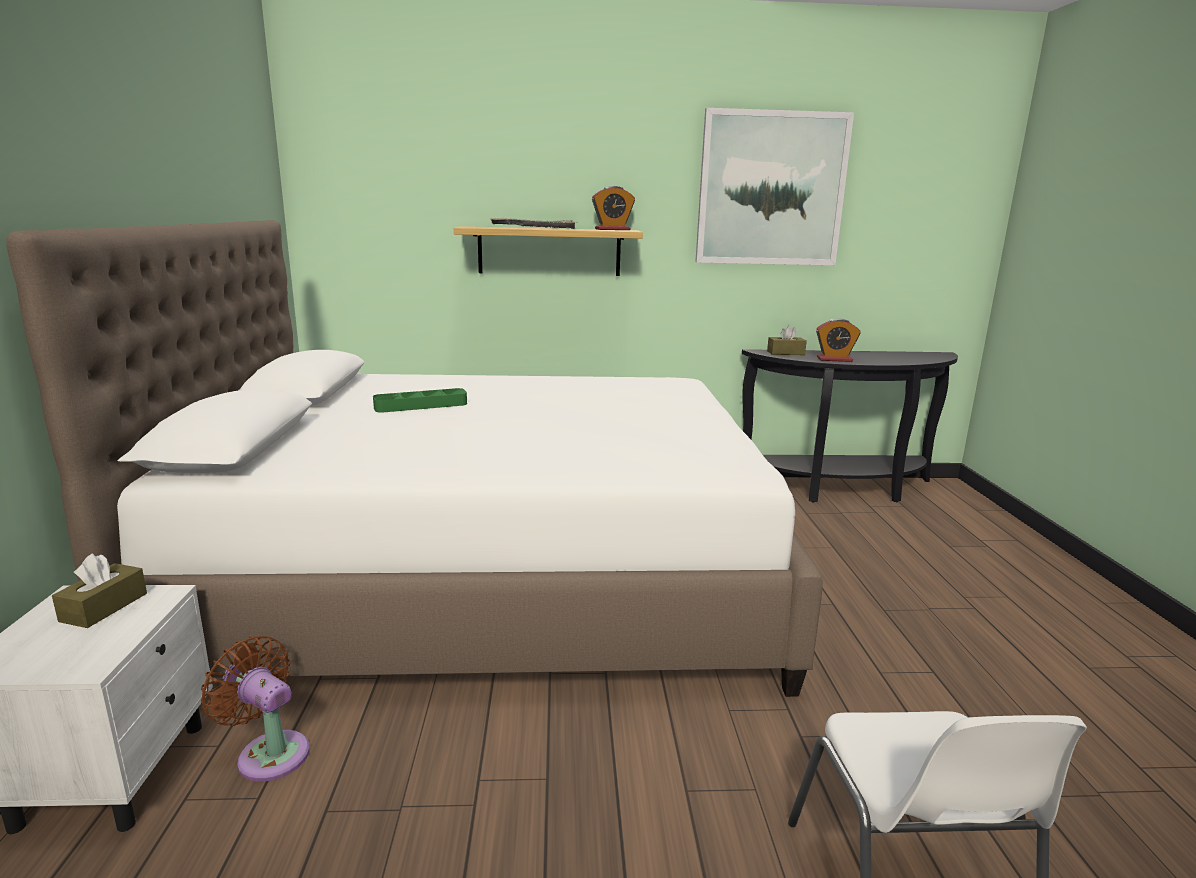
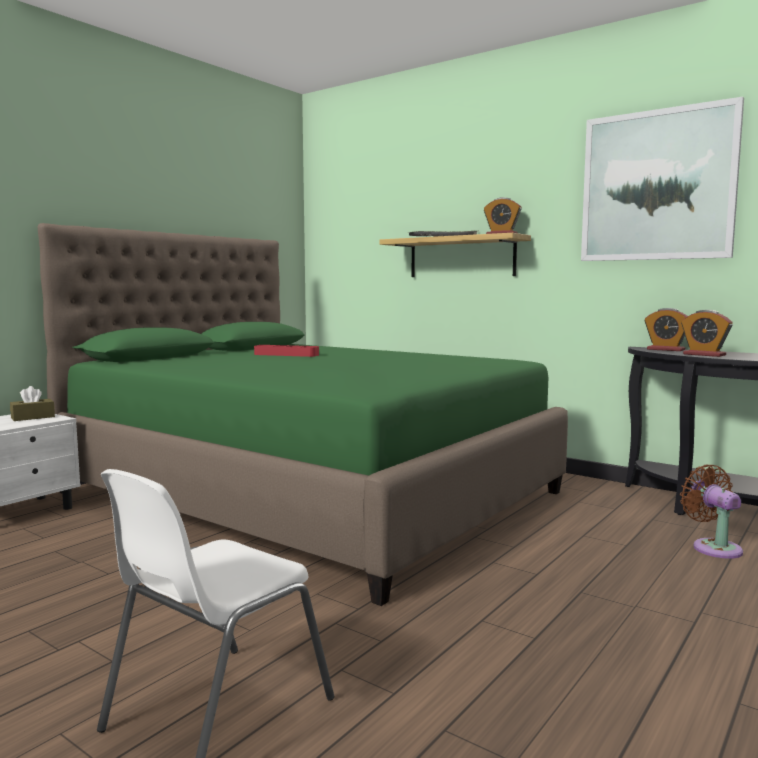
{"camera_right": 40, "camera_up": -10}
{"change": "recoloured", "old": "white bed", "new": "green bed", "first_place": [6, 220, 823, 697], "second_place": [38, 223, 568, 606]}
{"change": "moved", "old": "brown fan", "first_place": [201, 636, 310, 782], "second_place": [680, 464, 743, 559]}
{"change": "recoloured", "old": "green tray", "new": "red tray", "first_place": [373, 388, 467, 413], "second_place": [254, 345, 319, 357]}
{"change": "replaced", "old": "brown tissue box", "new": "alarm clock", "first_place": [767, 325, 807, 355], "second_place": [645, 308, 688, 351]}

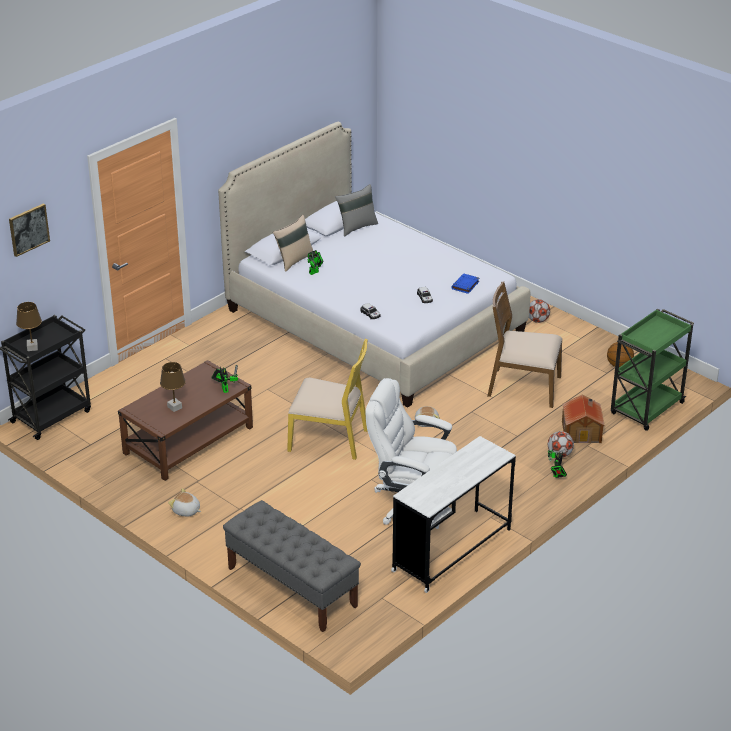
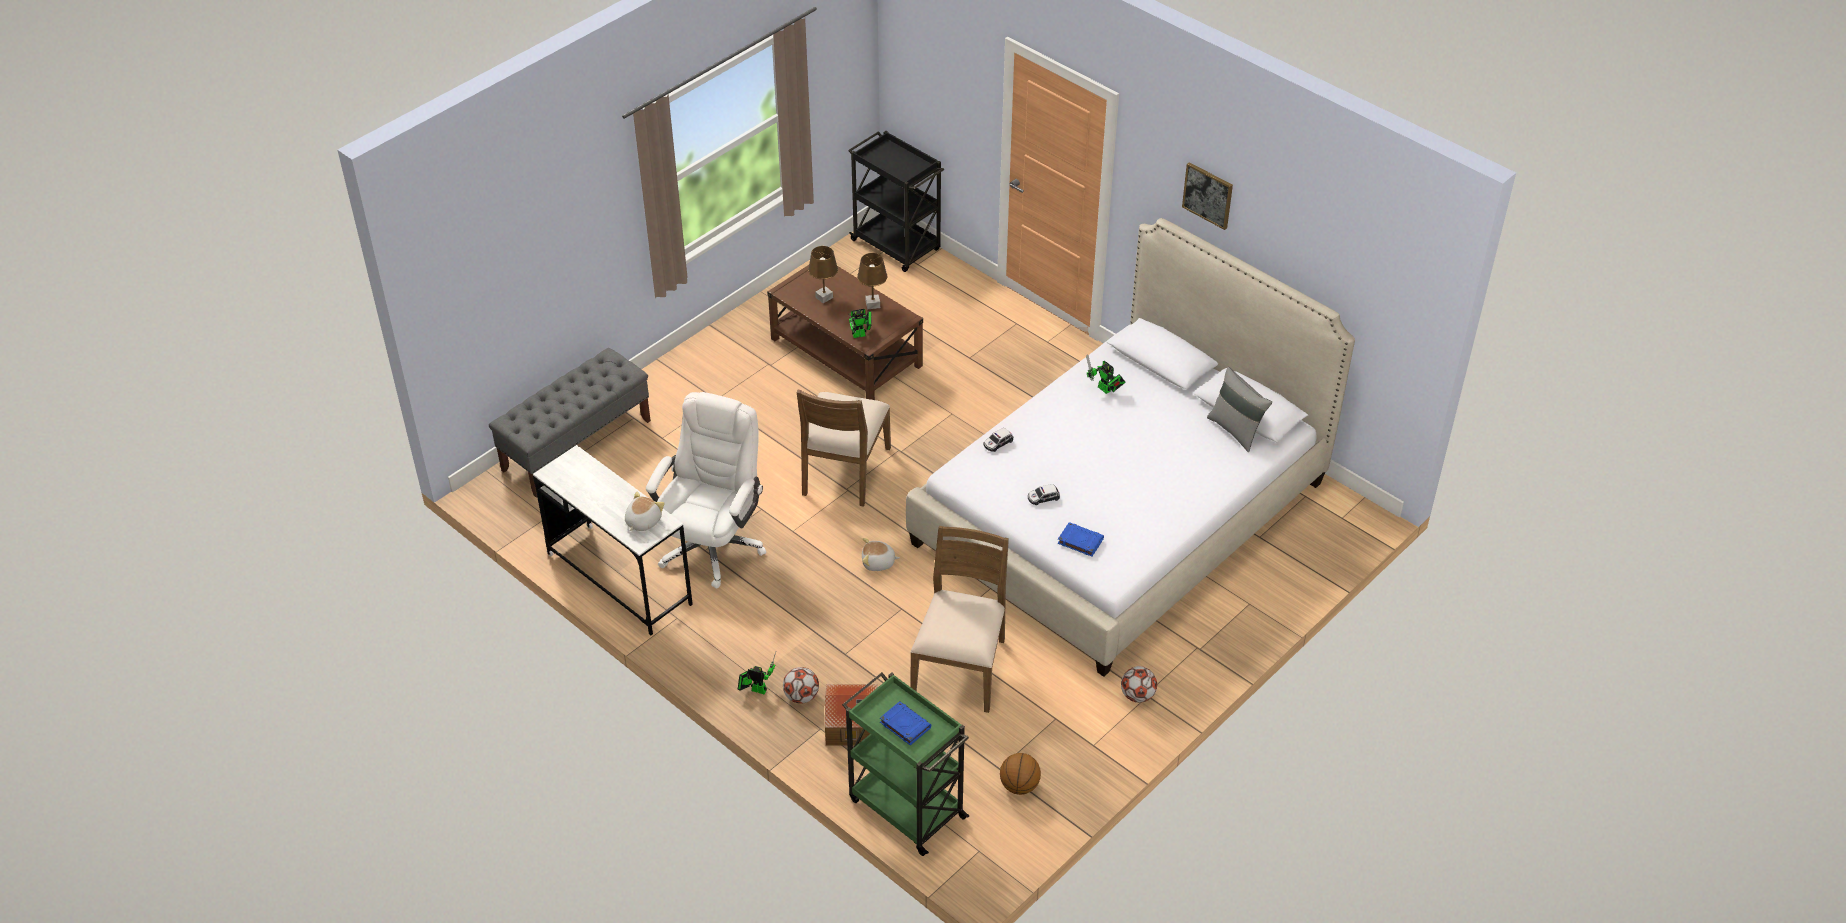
{"camera_right": 90, "camera_up": 10}
{"change": "moved", "old": "picture", "first_place": [9, 203, 50, 257], "second_place": [1182, 162, 1233, 230]}
{"change": "moved", "old": "brown table lamp", "first_place": [16, 302, 42, 351], "second_place": [857, 253, 887, 309]}
{"change": "moved", "old": "plush toy", "first_place": [168, 488, 201, 516], "second_place": [625, 492, 665, 531]}
{"change": "removed", "old": "beige pillow", "first_place": [273, 215, 313, 272]}
{"change": "recoloured", "old": "yellow chair", "new": "brown chair", "first_place": [287, 339, 368, 460], "second_place": [797, 390, 891, 507]}
{"change": "added", "new": "blue book", "second_place": [880, 701, 931, 746]}

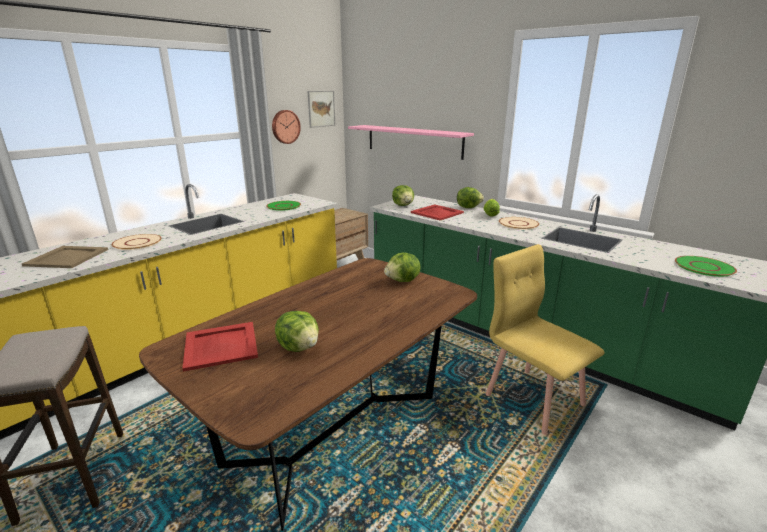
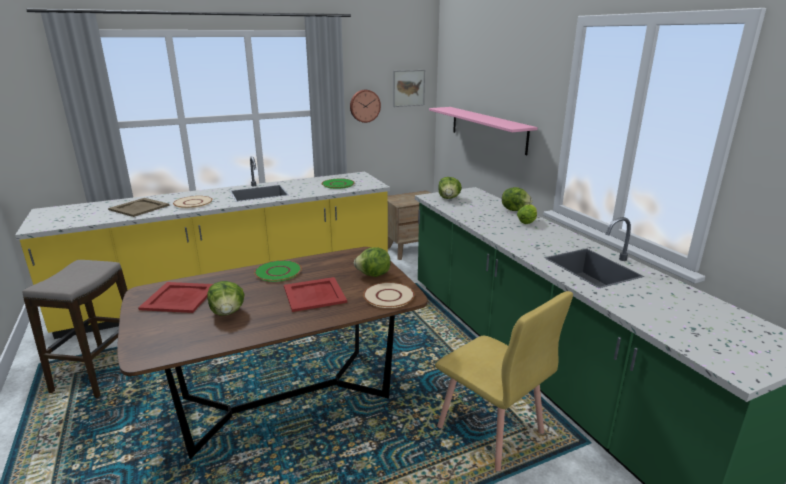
{"camera_right": 25, "camera_up": 0}
{"change": "moved", "old": "red tray", "first_place": [411, 204, 464, 220], "second_place": [284, 277, 347, 312]}
{"change": "turned", "old": "yellow chair", "first_place": [486, 244, 605, 435], "second_place": [435, 291, 573, 472], "degrees": 150}
{"change": "moved", "old": "beige plate", "first_place": [499, 217, 539, 230], "second_place": [363, 282, 415, 308]}
{"change": "moved", "old": "green plate", "first_place": [675, 256, 737, 277], "second_place": [254, 260, 302, 282]}

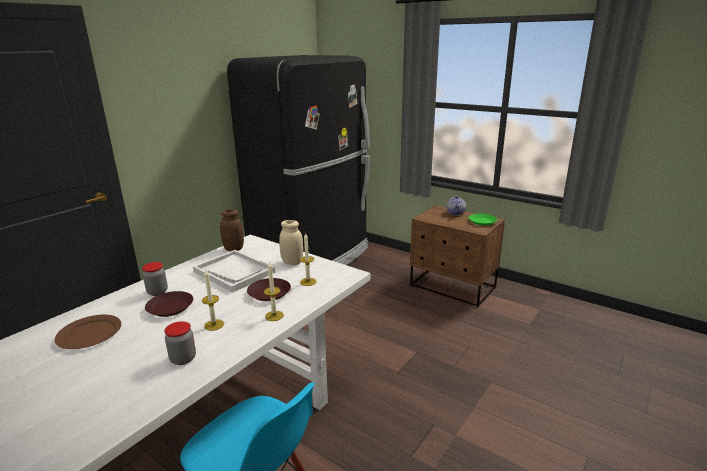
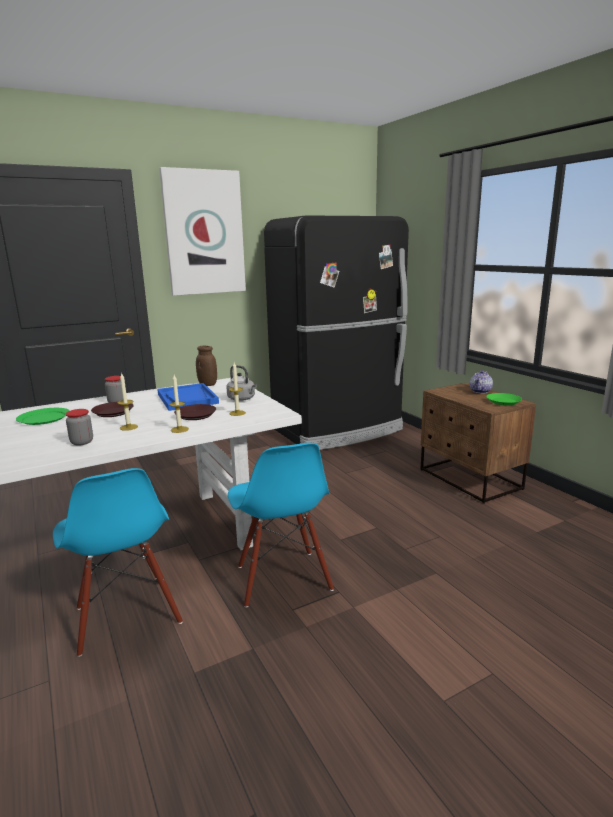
{"camera_right": 25, "camera_up": -5}
{"change": "recoloured", "old": "brown plate", "new": "green plate", "first_place": [55, 315, 121, 349], "second_place": [16, 408, 70, 425]}
{"change": "recoloured", "old": "white tray", "new": "blue tray", "first_place": [193, 250, 275, 293], "second_place": [157, 383, 219, 411]}
{"change": "replaced", "old": "beige jar", "new": "grey kettle", "first_place": [279, 220, 303, 265], "second_place": [226, 365, 257, 401]}
{"change": "added", "new": "picture", "second_place": [159, 167, 246, 296]}
{"change": "added", "new": "blue chair", "second_place": [228, 443, 334, 608]}

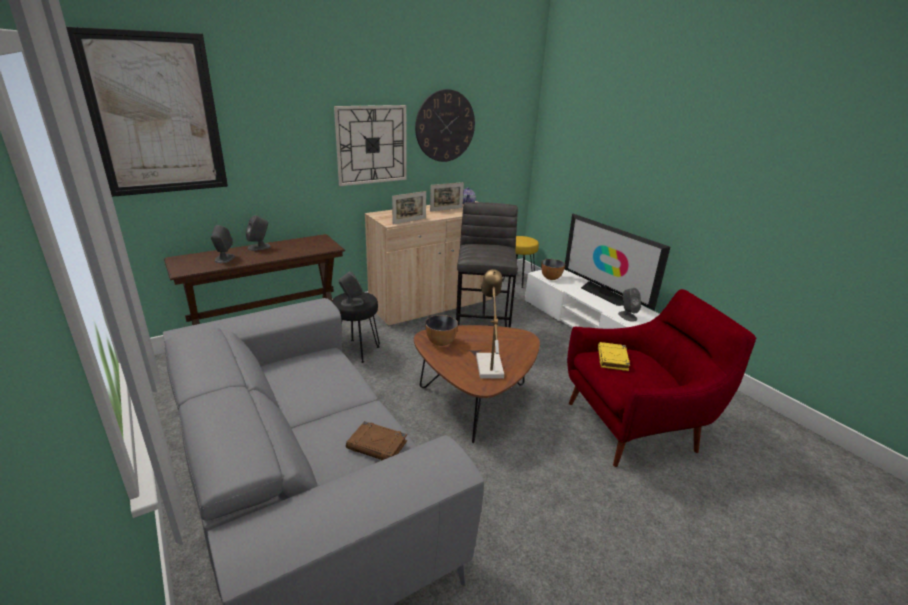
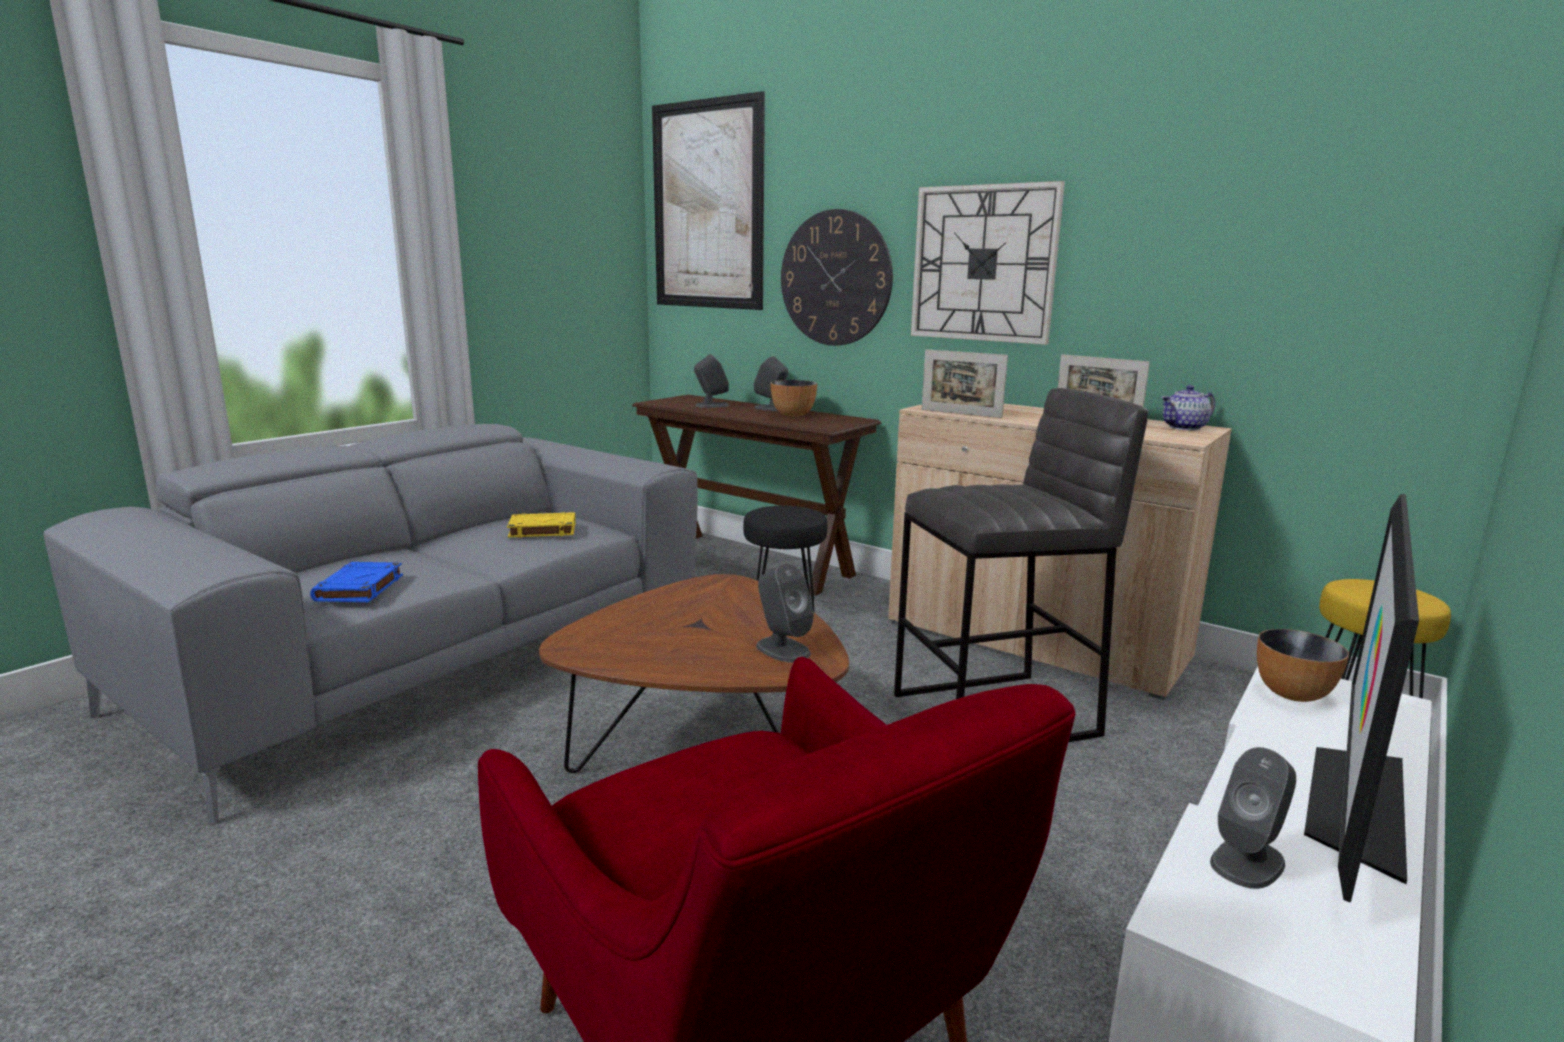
{"camera_right": 70, "camera_up": -10}
{"change": "moved", "old": "grey speaker", "first_place": [339, 271, 364, 307], "second_place": [756, 563, 814, 662]}
{"change": "recoloured", "old": "brown book", "new": "blue book", "first_place": [346, 421, 407, 461], "second_place": [310, 562, 403, 602]}
{"change": "moved", "old": "wall clock", "first_place": [415, 89, 475, 162], "second_place": [781, 209, 893, 346]}
{"change": "moved", "old": "bowl", "first_place": [425, 315, 458, 346], "second_place": [771, 380, 817, 417]}
{"change": "removed", "old": "table lamp", "first_place": [476, 269, 504, 378]}
{"change": "moved", "old": "yellow book", "first_place": [598, 342, 630, 371], "second_place": [507, 512, 576, 538]}

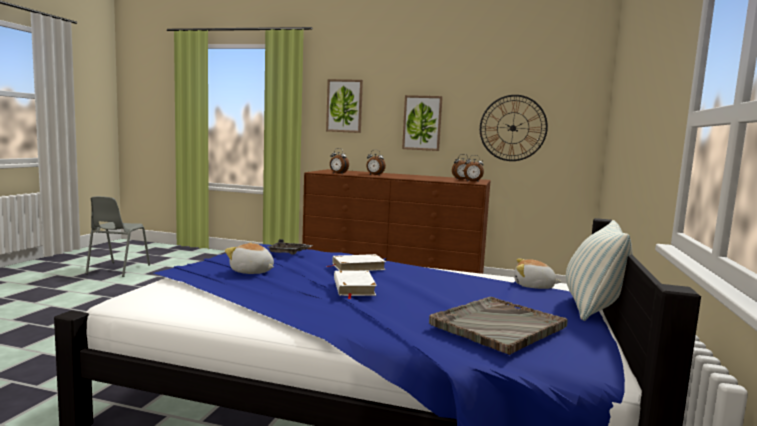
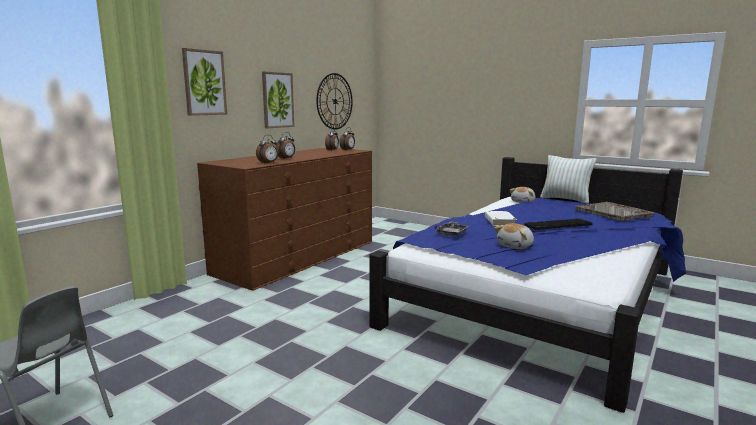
{"camera_right": -70, "camera_up": 5}
{"change": "replaced", "old": "white book", "new": "keyboard", "first_place": [334, 271, 377, 299], "second_place": [524, 219, 593, 230]}

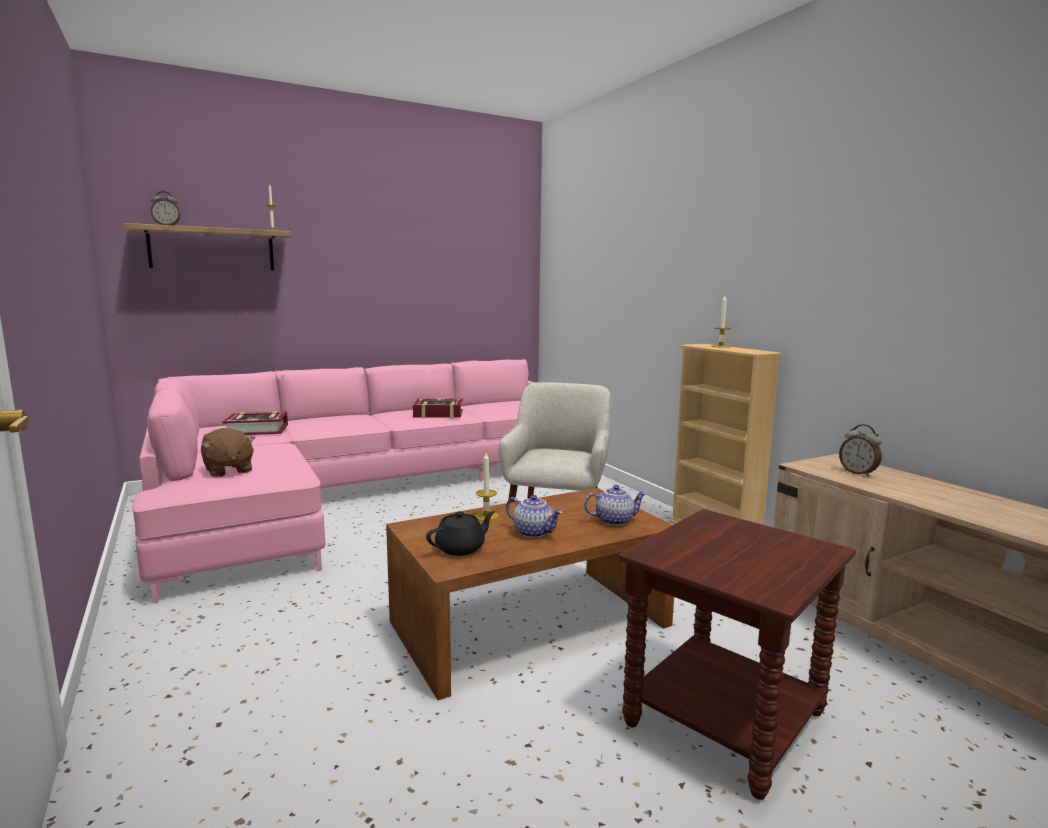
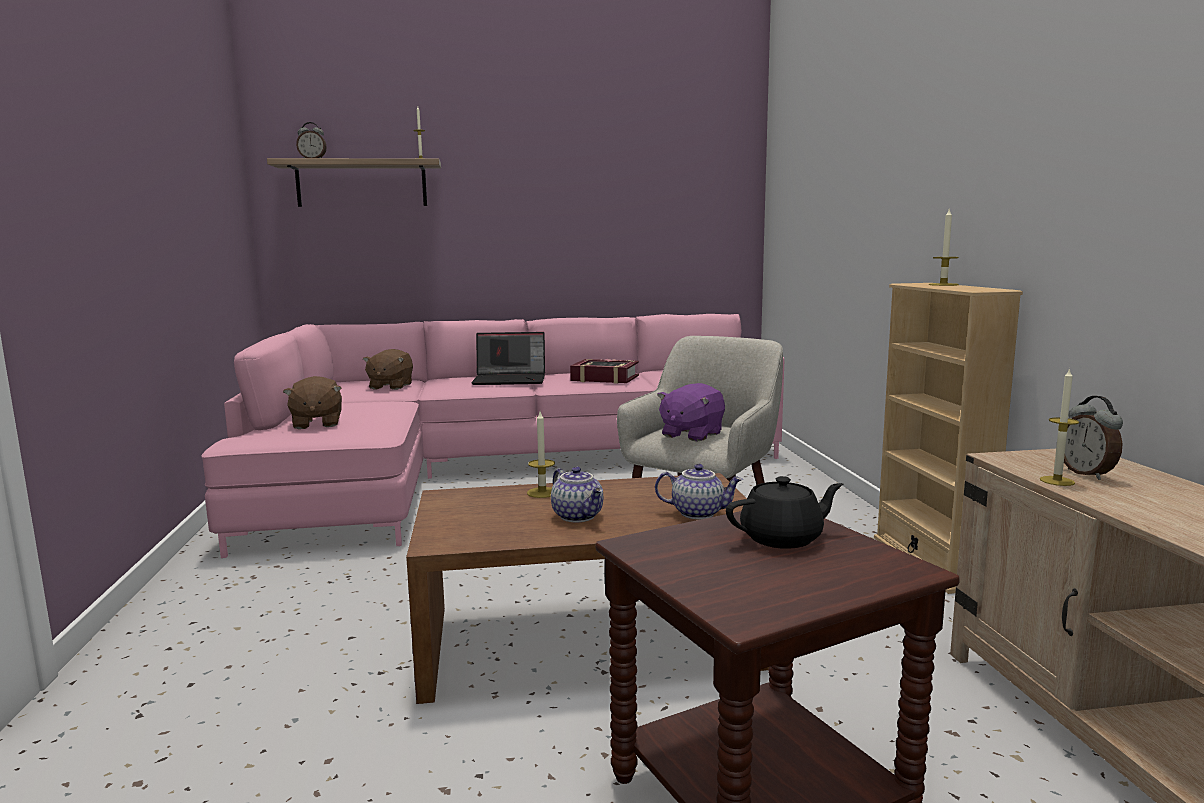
{"camera_right": 20, "camera_up": 0}
{"change": "replaced", "old": "book", "new": "brown plush toy", "first_place": [222, 411, 288, 435], "second_place": [363, 349, 413, 390]}
{"change": "moved", "old": "black teapot", "first_place": [426, 511, 495, 556], "second_place": [726, 476, 843, 549]}
{"change": "added", "new": "laptop", "second_place": [471, 332, 545, 385]}
{"change": "added", "new": "purple plush toy", "second_place": [657, 383, 725, 442]}
{"change": "added", "new": "candle", "second_place": [1040, 368, 1079, 486]}

